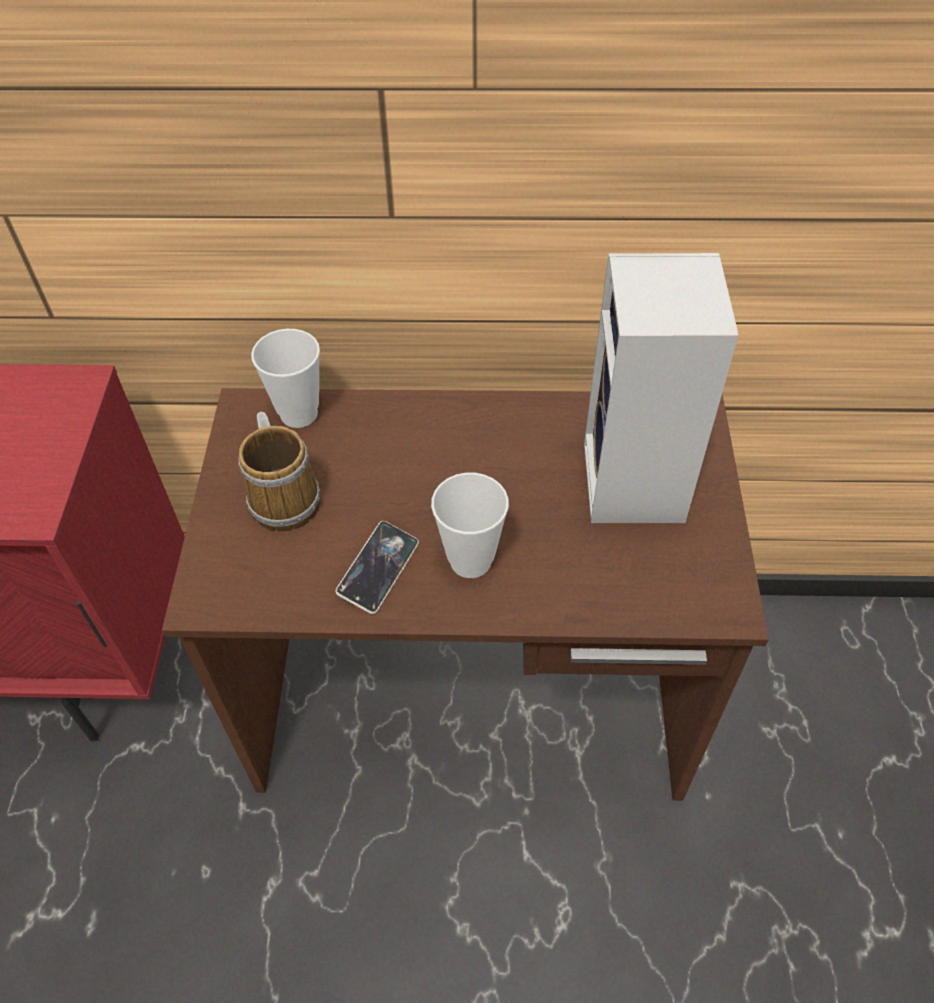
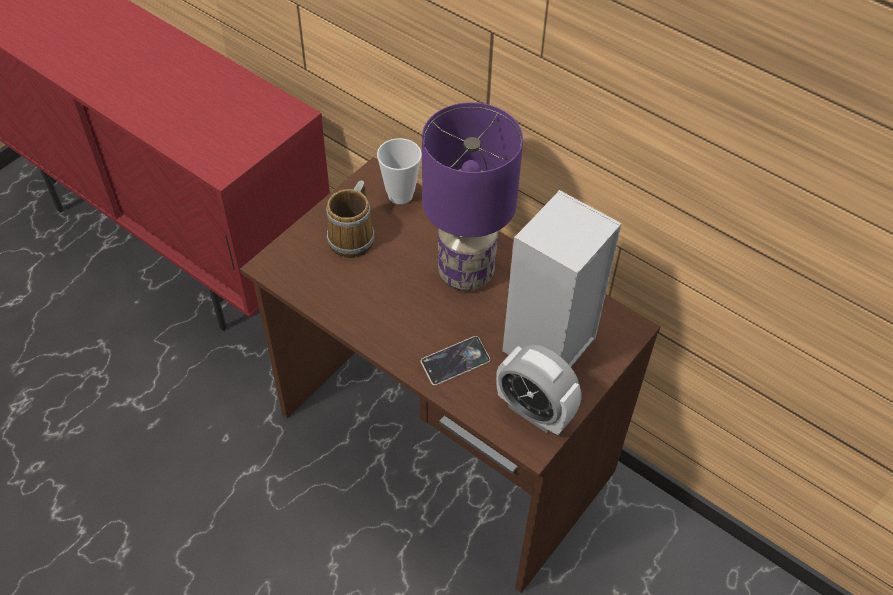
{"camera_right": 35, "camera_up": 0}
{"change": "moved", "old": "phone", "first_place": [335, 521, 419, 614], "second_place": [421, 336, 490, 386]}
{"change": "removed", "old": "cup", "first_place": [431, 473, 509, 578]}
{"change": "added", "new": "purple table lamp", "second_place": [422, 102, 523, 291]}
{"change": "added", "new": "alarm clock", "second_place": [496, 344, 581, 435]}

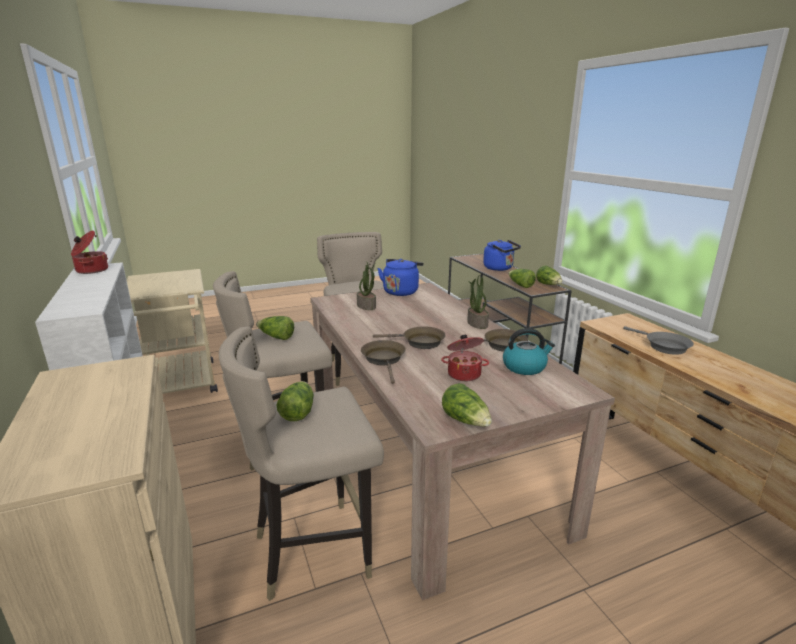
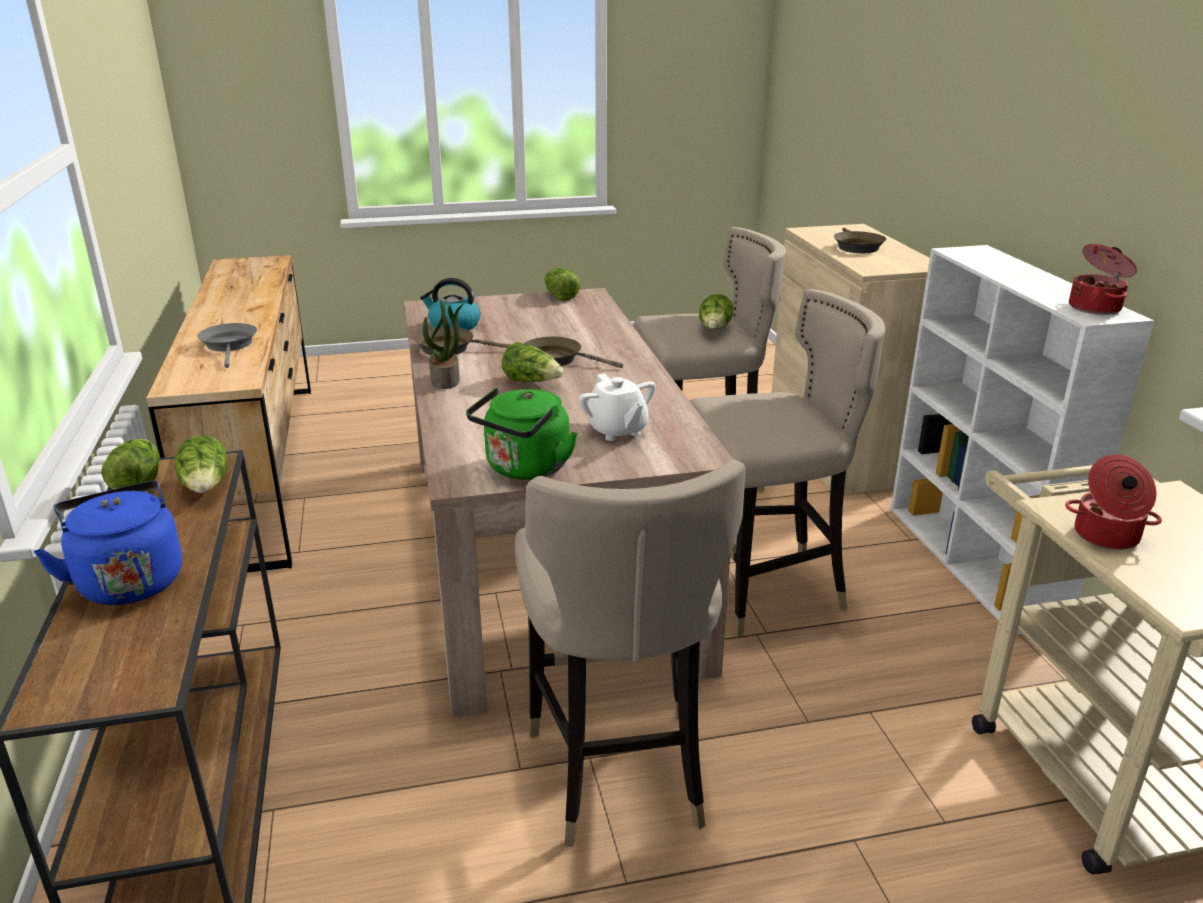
{"camera_right": -170, "camera_up": 5}
{"change": "moved", "old": "lettuce", "first_place": [256, 316, 294, 340], "second_place": [502, 342, 564, 382]}
{"change": "replaced", "old": "potted plant", "new": "white teapot", "first_place": [357, 261, 376, 310], "second_place": [579, 373, 656, 441]}
{"change": "moved", "old": "brown frying pan", "first_place": [361, 340, 406, 384], "second_place": [834, 227, 886, 253]}
{"change": "recoloured", "old": "blue kettle", "new": "green kettle", "first_place": [377, 259, 424, 296], "second_place": [466, 388, 578, 480]}
{"change": "moved", "old": "cooking pot", "first_place": [441, 335, 489, 381], "second_place": [1065, 454, 1162, 550]}

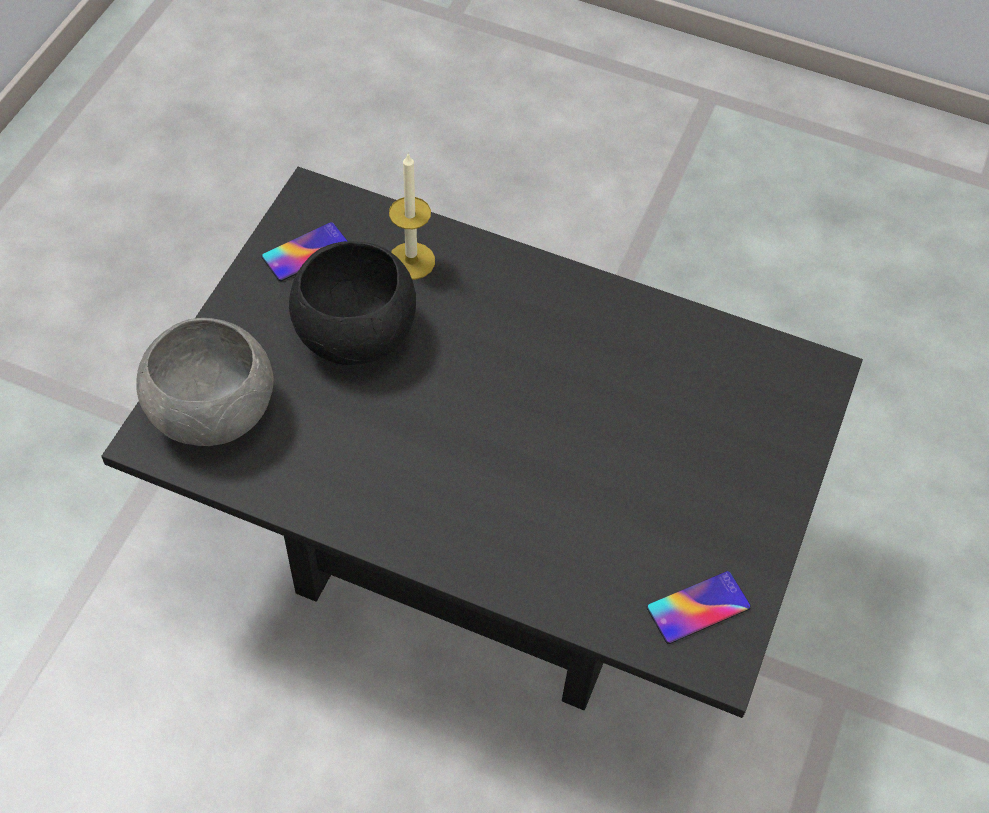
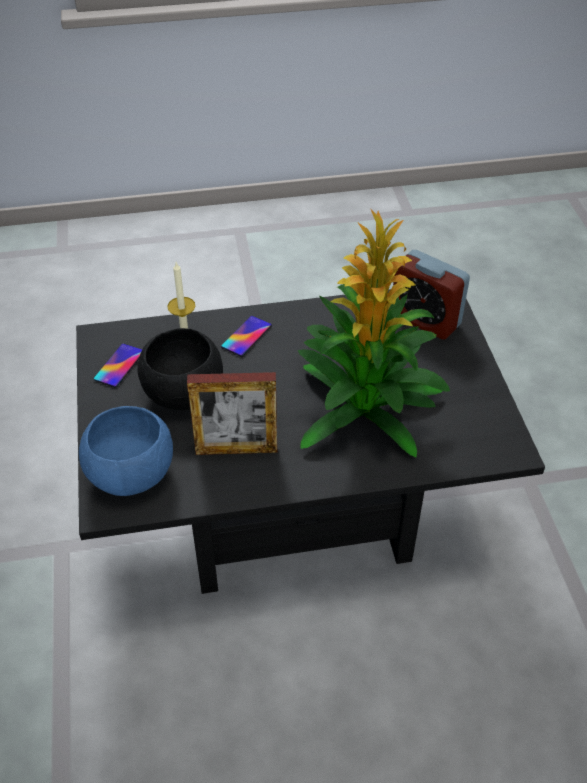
{"camera_right": -30, "camera_up": -10}
{"change": "recoloured", "old": "grey bowl", "new": "blue bowl", "first_place": [136, 318, 274, 446], "second_place": [79, 406, 173, 496]}
{"change": "moved", "old": "phone", "first_place": [647, 571, 751, 644], "second_place": [221, 316, 272, 357]}
{"change": "added", "new": "picture frame", "second_place": [187, 372, 277, 455]}
{"change": "added", "new": "potted plant", "second_place": [298, 210, 450, 457]}
{"change": "added", "new": "alarm clock", "second_place": [393, 250, 470, 339]}

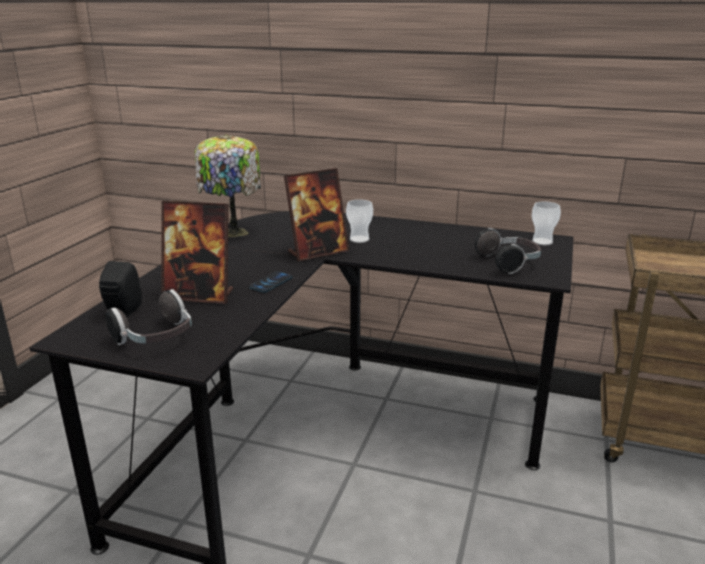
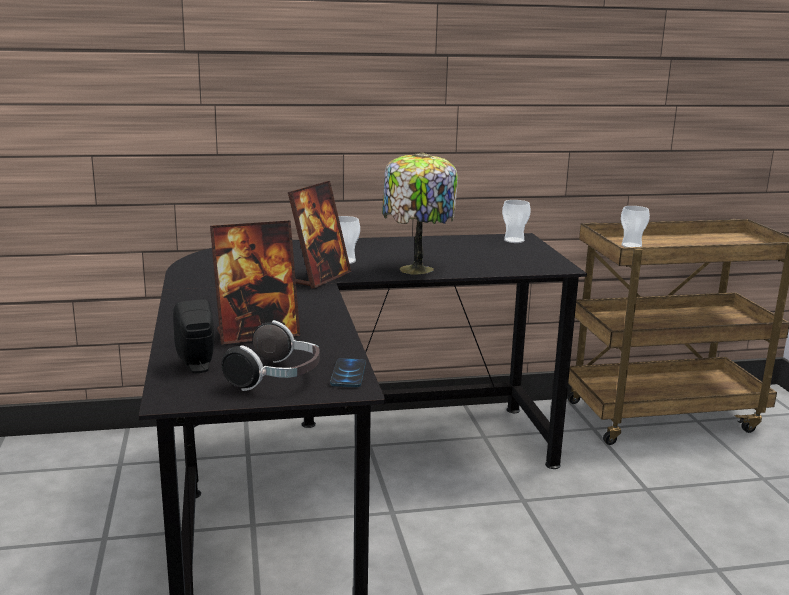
{"camera_right": -30, "camera_up": -5}
{"change": "moved", "old": "table lamp", "first_place": [195, 134, 261, 237], "second_place": [382, 152, 458, 275]}
{"change": "moved", "old": "phone", "first_place": [249, 272, 293, 293], "second_place": [330, 358, 366, 387]}
{"change": "removed", "old": "headphones", "first_place": [475, 228, 541, 274]}
{"change": "added", "new": "cup", "second_place": [621, 206, 650, 247]}

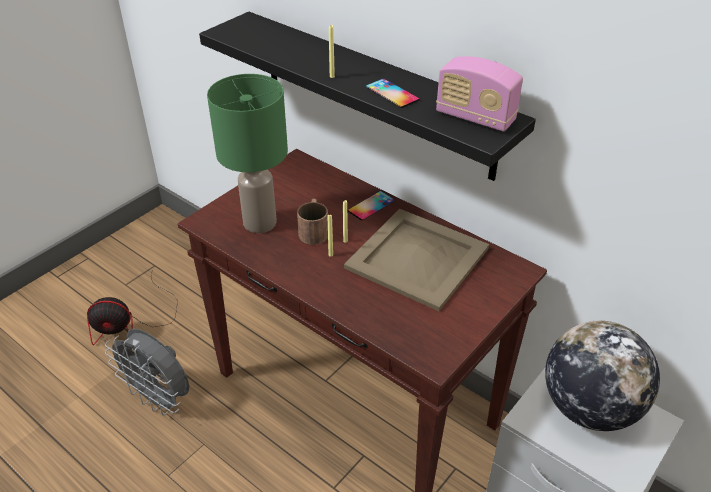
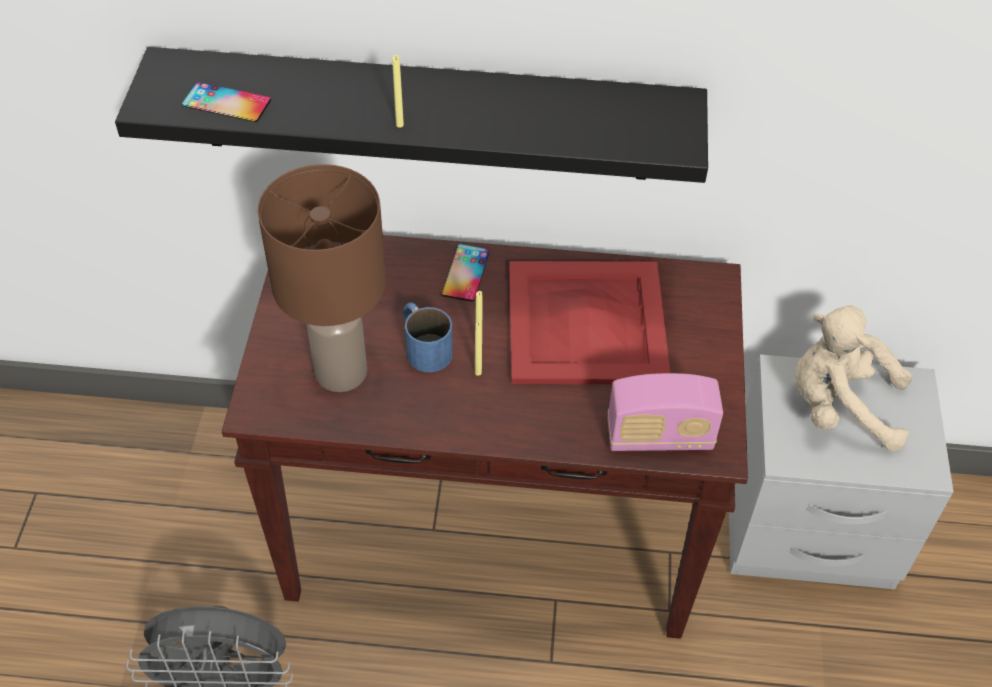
{"camera_right": -35, "camera_up": 10}
{"change": "removed", "old": "fan", "first_place": [87, 273, 178, 345]}
{"change": "recoloured", "old": "green table lamp", "new": "brown table lamp", "first_place": [207, 74, 288, 233], "second_place": [258, 164, 386, 392]}
{"change": "recoloured", "old": "brown mug", "new": "blue mug", "first_place": [297, 198, 328, 245], "second_place": [403, 302, 453, 372]}
{"change": "recoloured", "old": "beige tray", "new": "red tray", "first_place": [344, 209, 490, 311], "second_place": [509, 261, 670, 384]}
{"change": "moved", "old": "phone", "first_place": [366, 78, 420, 108], "second_place": [182, 82, 271, 122]}
{"change": "moved", "old": "radio", "first_place": [436, 56, 523, 132], "second_place": [608, 373, 723, 451]}
{"change": "replaced", "old": "globe", "new": "beige plush toy", "first_place": [545, 321, 660, 431], "second_place": [795, 305, 912, 451]}

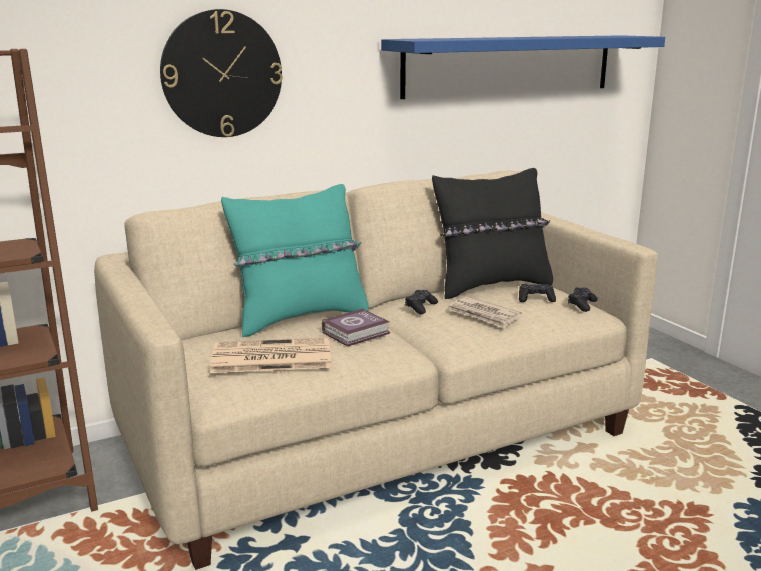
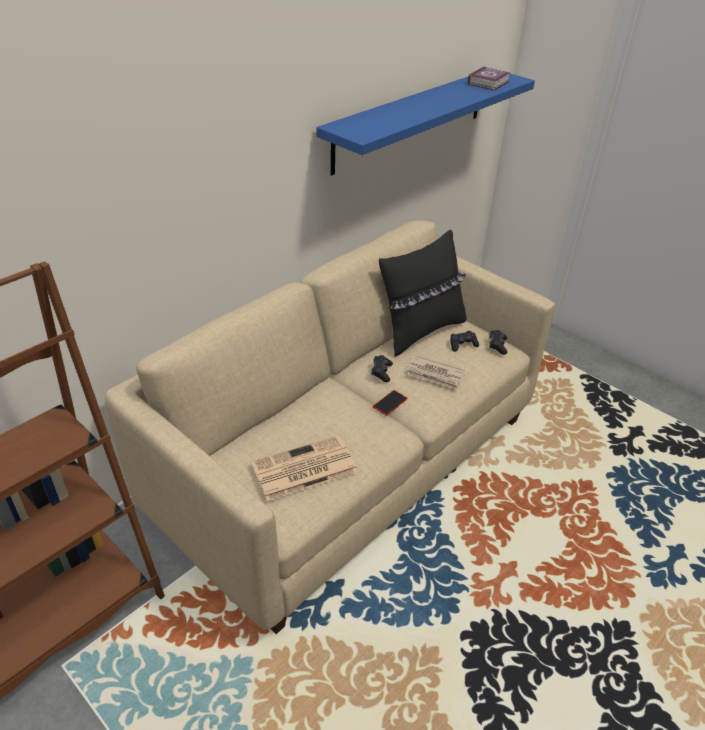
{"camera_right": -20, "camera_up": 20}
{"change": "removed", "old": "wall clock", "first_place": [160, 9, 283, 137]}
{"change": "removed", "old": "turquoise pillow", "first_place": [221, 184, 369, 337]}
{"change": "moved", "old": "book", "first_place": [322, 308, 390, 347], "second_place": [467, 66, 510, 91]}
{"change": "added", "new": "phone", "second_place": [373, 390, 408, 416]}

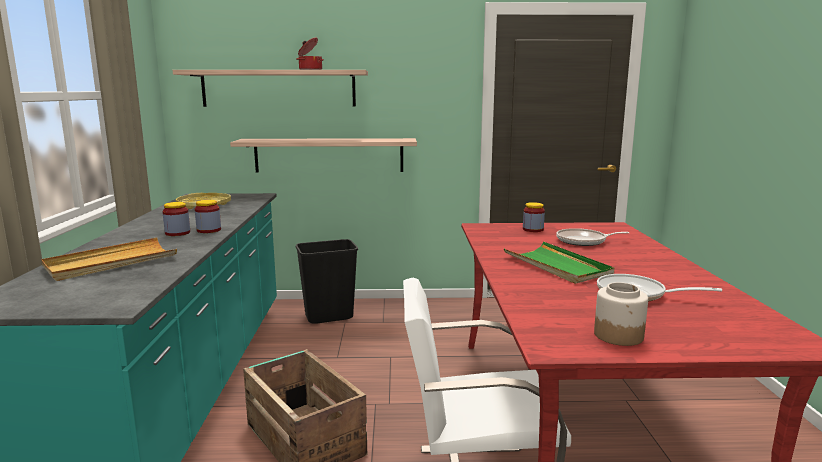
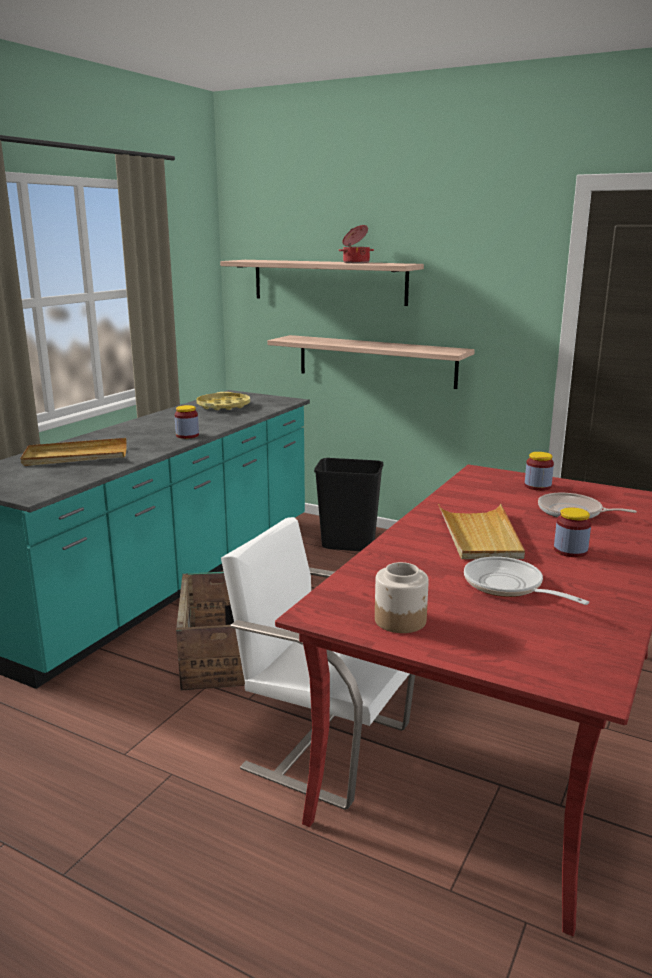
{"camera_right": 30, "camera_up": 5}
{"change": "moved", "old": "jar", "first_place": [162, 202, 190, 236], "second_place": [554, 507, 591, 557]}
{"change": "recoloured", "old": "green tray", "new": "beige tray", "first_place": [504, 242, 614, 284], "second_place": [438, 504, 525, 559]}

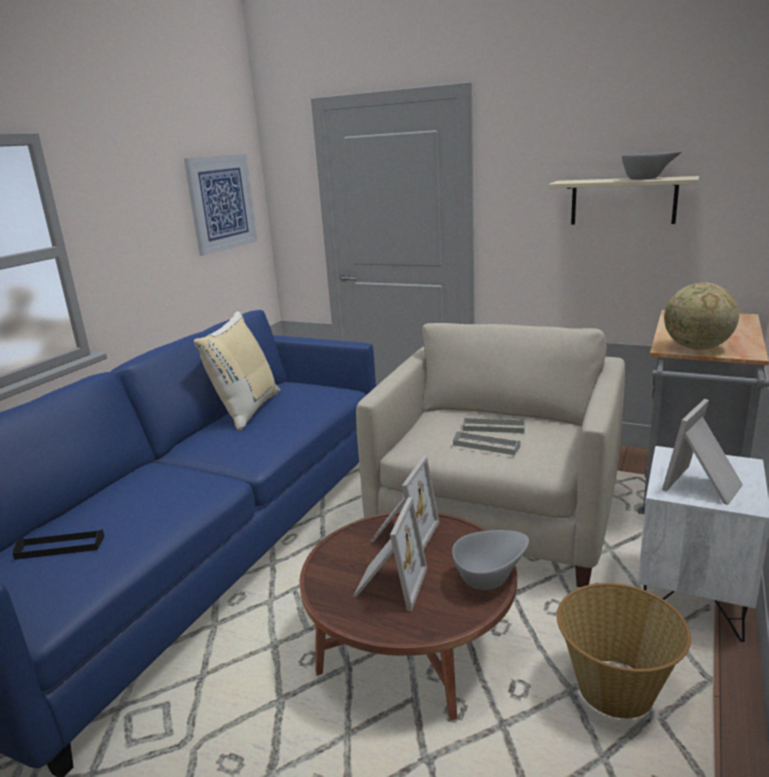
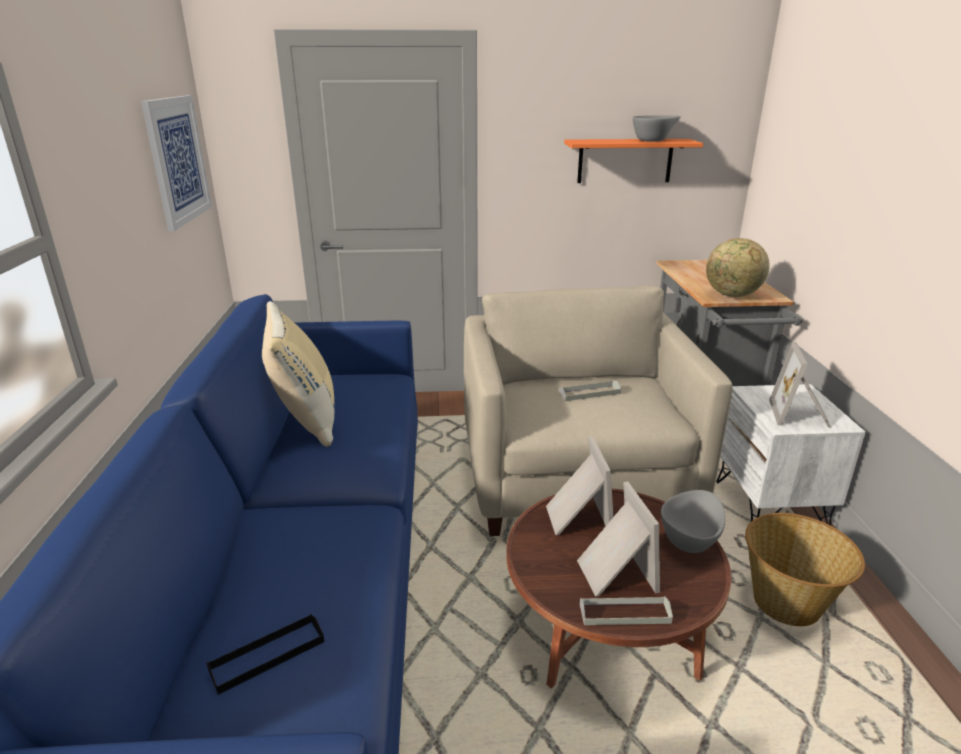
{"camera_right": -30, "camera_up": 5}
{"change": "moved", "old": "grey tray", "first_place": [453, 431, 520, 455], "second_place": [580, 596, 673, 625]}
{"change": "recoloured", "old": "beige shelf", "new": "orange shelf", "first_place": [548, 176, 699, 225], "second_place": [564, 139, 703, 183]}

